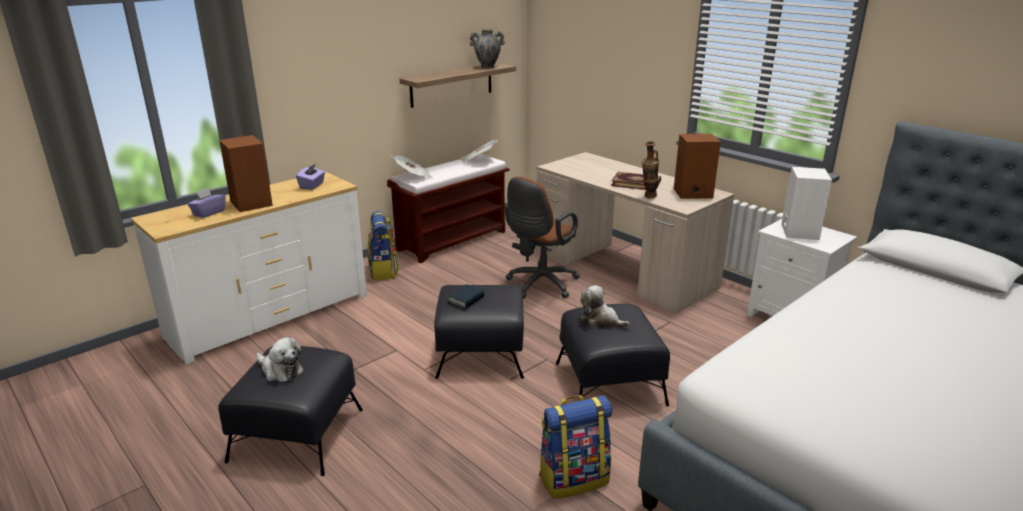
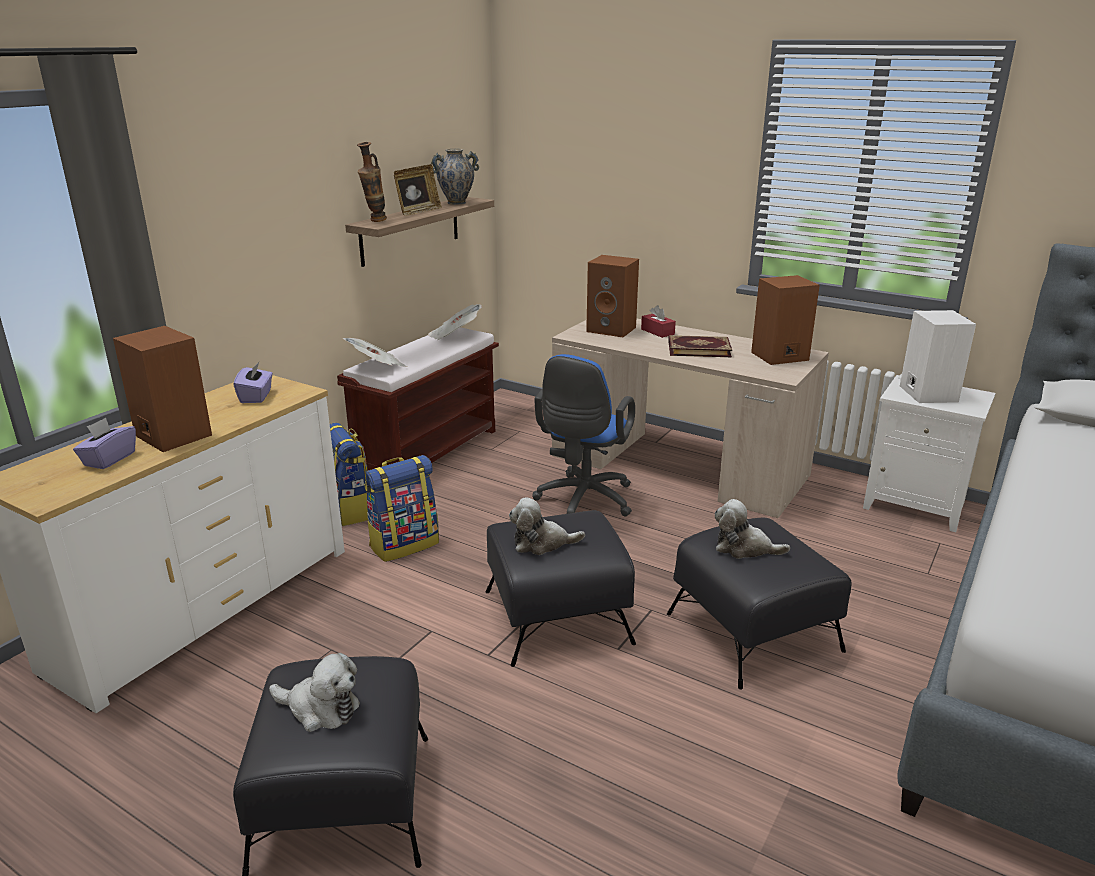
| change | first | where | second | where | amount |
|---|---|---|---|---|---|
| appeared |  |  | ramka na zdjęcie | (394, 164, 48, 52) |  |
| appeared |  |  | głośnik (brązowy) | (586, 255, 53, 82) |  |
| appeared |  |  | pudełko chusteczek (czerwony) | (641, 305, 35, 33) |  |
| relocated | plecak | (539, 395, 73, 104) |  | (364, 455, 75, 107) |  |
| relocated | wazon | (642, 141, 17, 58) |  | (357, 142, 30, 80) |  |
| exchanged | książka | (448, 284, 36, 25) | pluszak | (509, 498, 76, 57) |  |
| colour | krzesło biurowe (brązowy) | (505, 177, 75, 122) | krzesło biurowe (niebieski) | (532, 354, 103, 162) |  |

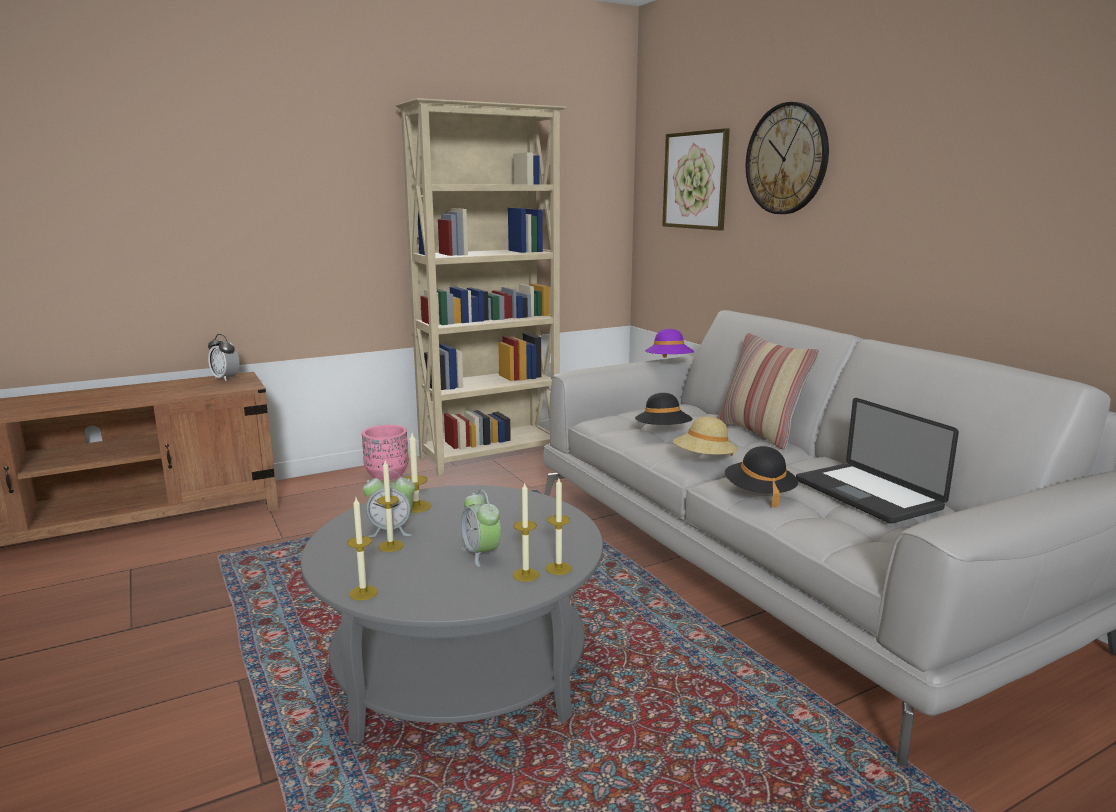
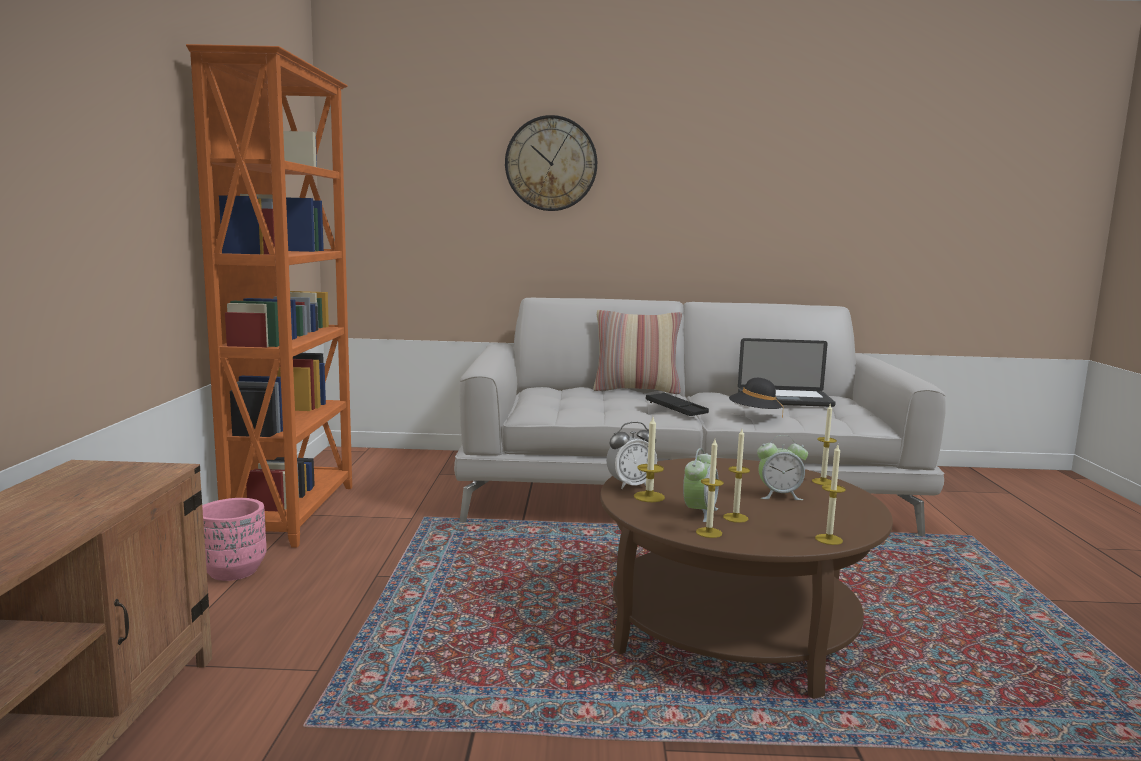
| change | first | where | second | where | amount |
|---|---|---|---|---|---|
| missing | kapelusz (czarny) | (635, 393, 57, 32) |  |  |  |
| missing | kapelusz (fioletowy) | (645, 329, 49, 29) |  |  |  |
| missing | obraz | (662, 128, 68, 102) |  |  |  |
| relocated | budzik | (208, 334, 32, 47) |  | (606, 422, 51, 67) |  |
| relocated | świeca | (513, 482, 26, 100) |  | (696, 439, 28, 99) |  |
| exchanged | kapelusz (beżowy) | (673, 416, 65, 40) | taca (czarny) | (646, 392, 63, 24) |  |
| colour | ława (szary) | (301, 485, 302, 259) | ława (brązowy) | (600, 458, 293, 241) |  |
| colour | regał (beżowy) | (395, 98, 172, 378) | regał (pomarańczowy) | (186, 44, 166, 504) |  |

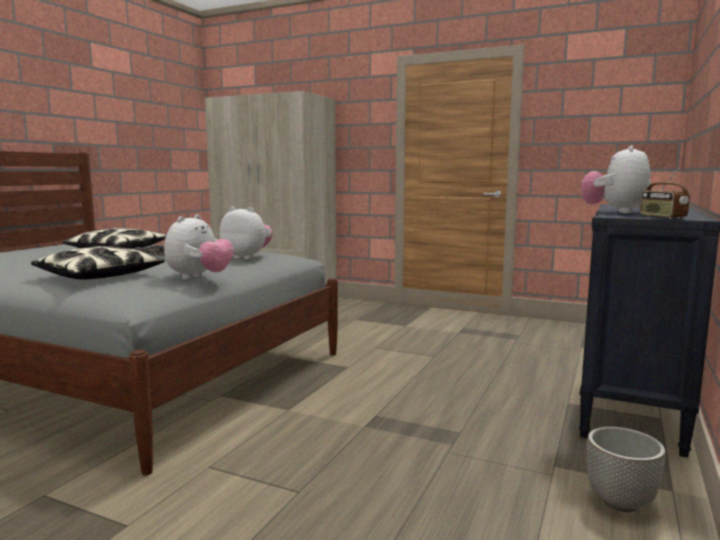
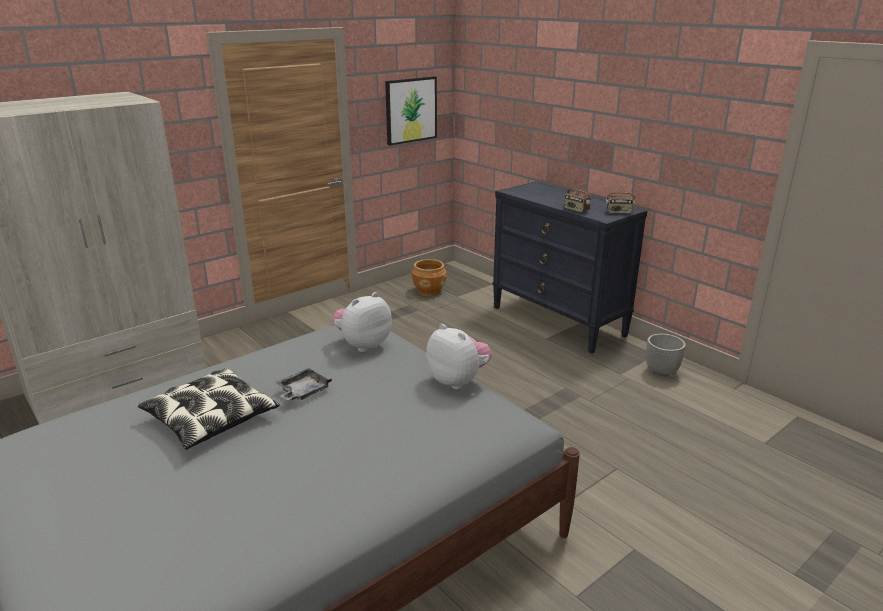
| change | first | where | second | where | amount |
|---|---|---|---|---|---|
| missing | poduszka | (31, 246, 134, 34) |  |  |  |
| appeared |  |  | obraz | (385, 76, 52, 70) |  |
| appeared |  |  | donica (brązowy) | (411, 259, 36, 37) |  |
| exchanged | pluszak | (581, 145, 70, 69) | radio | (564, 182, 27, 30) |  |

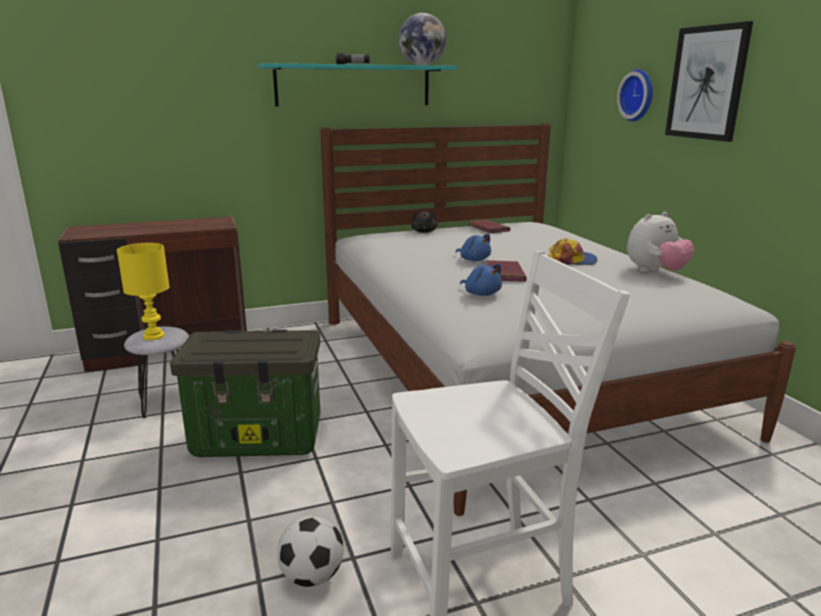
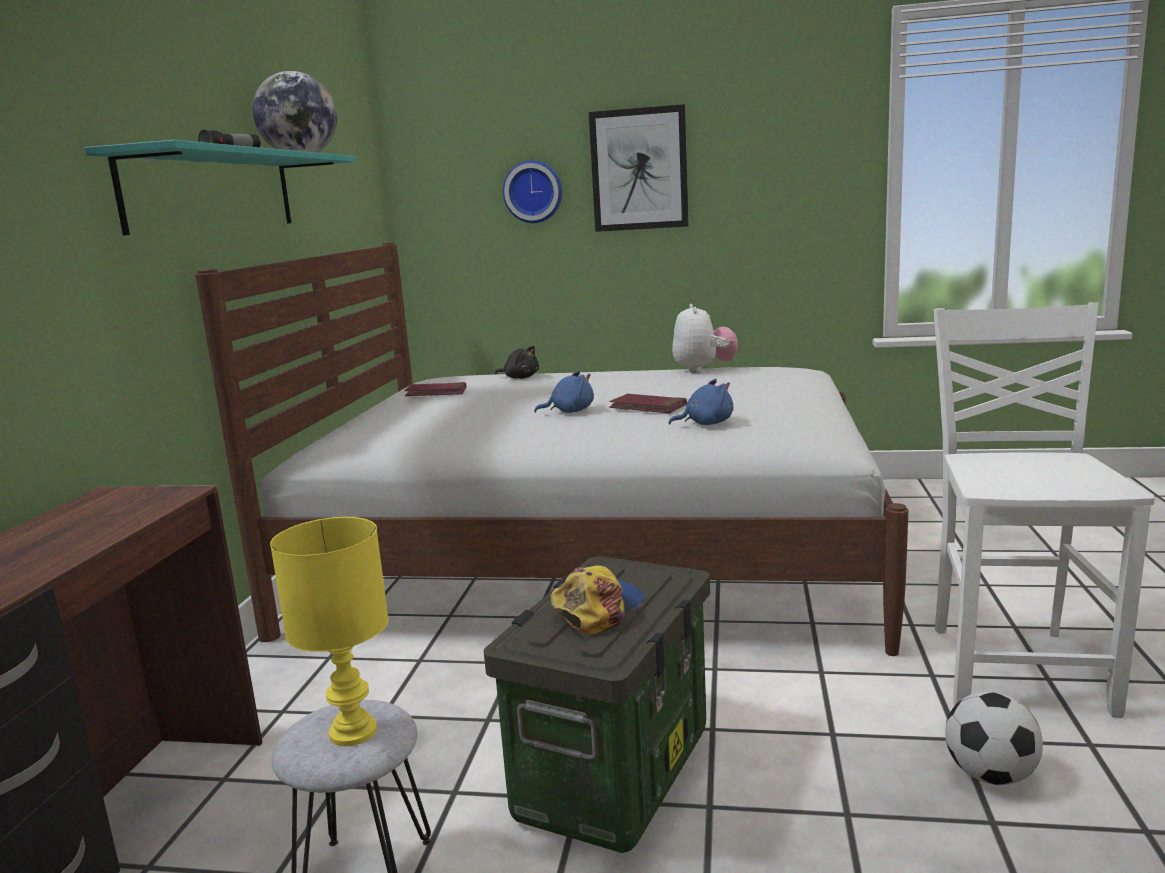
| change | first | where | second | where | amount |
|---|---|---|---|---|---|
| relocated | pluszak (czarny) | (411, 211, 27, 22) |  | (495, 346, 44, 33) |  |
| relocated | czapka z daszkiem | (548, 238, 50, 27) |  | (550, 565, 95, 70) |  |

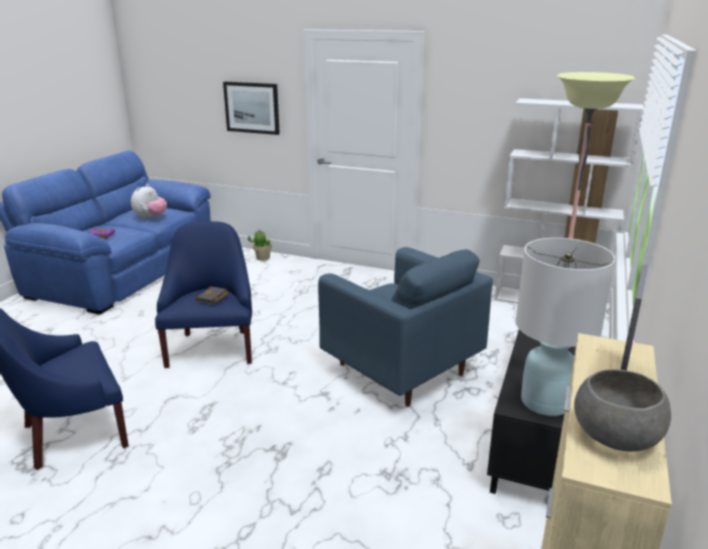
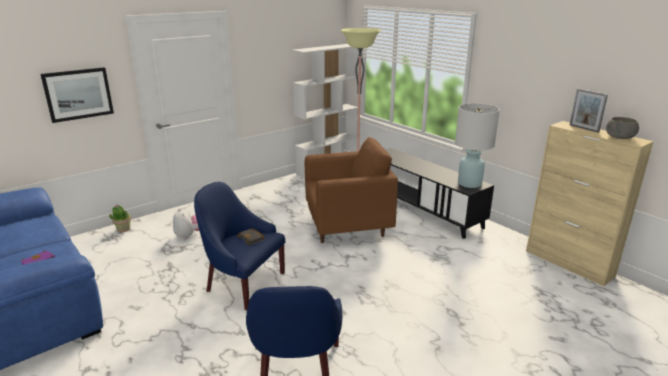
| change | first | where | second | where | amount |
|---|---|---|---|---|---|
| relocated | pluszak | (131, 184, 36, 35) |  | (173, 209, 26, 31) |  |
| colour | fotel (niebieski) | (318, 247, 175, 160) | fotel (brązowy) | (305, 137, 93, 106) |  |

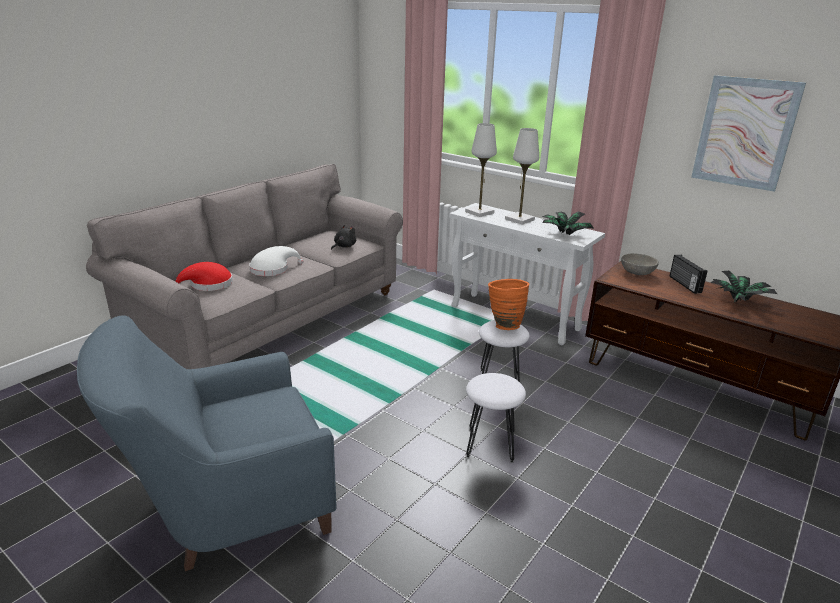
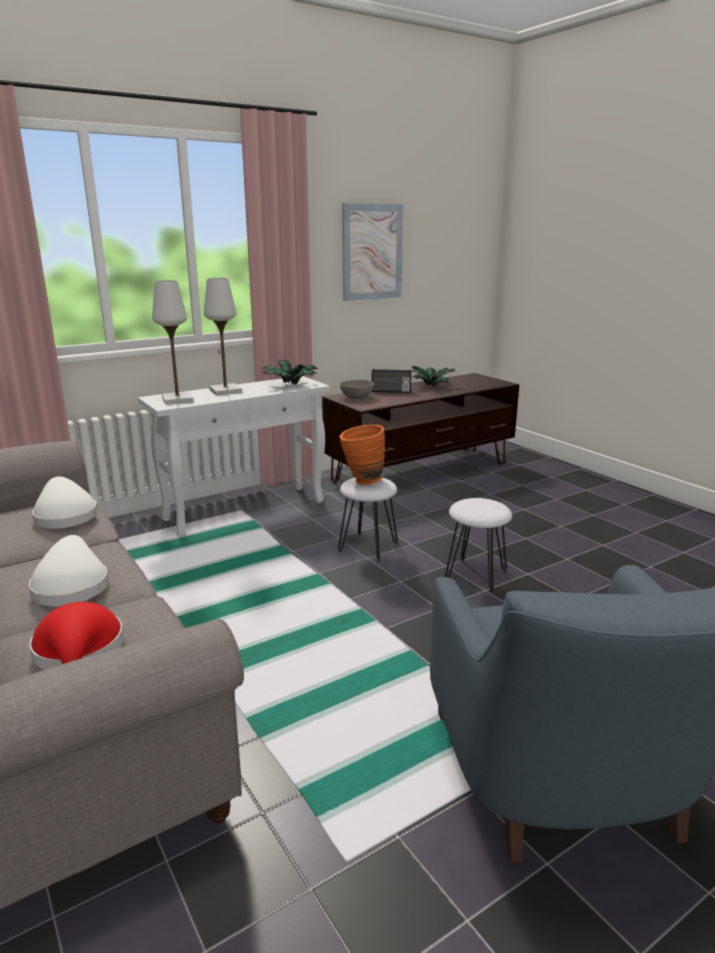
| change | first | where | second | where | amount |
|---|---|---|---|---|---|
| exchanged | pluszak (czarny) | (331, 225, 25, 25) | kapelusz (biały) | (32, 476, 66, 52) |  |

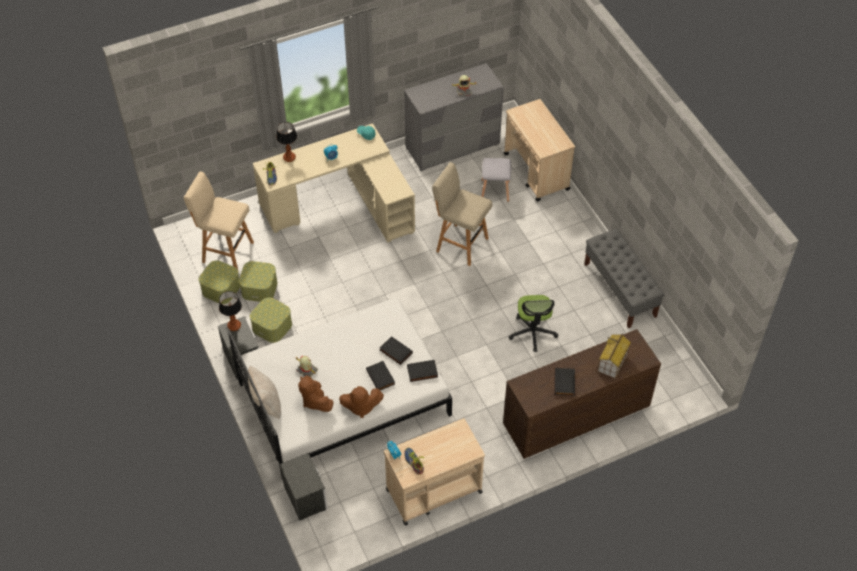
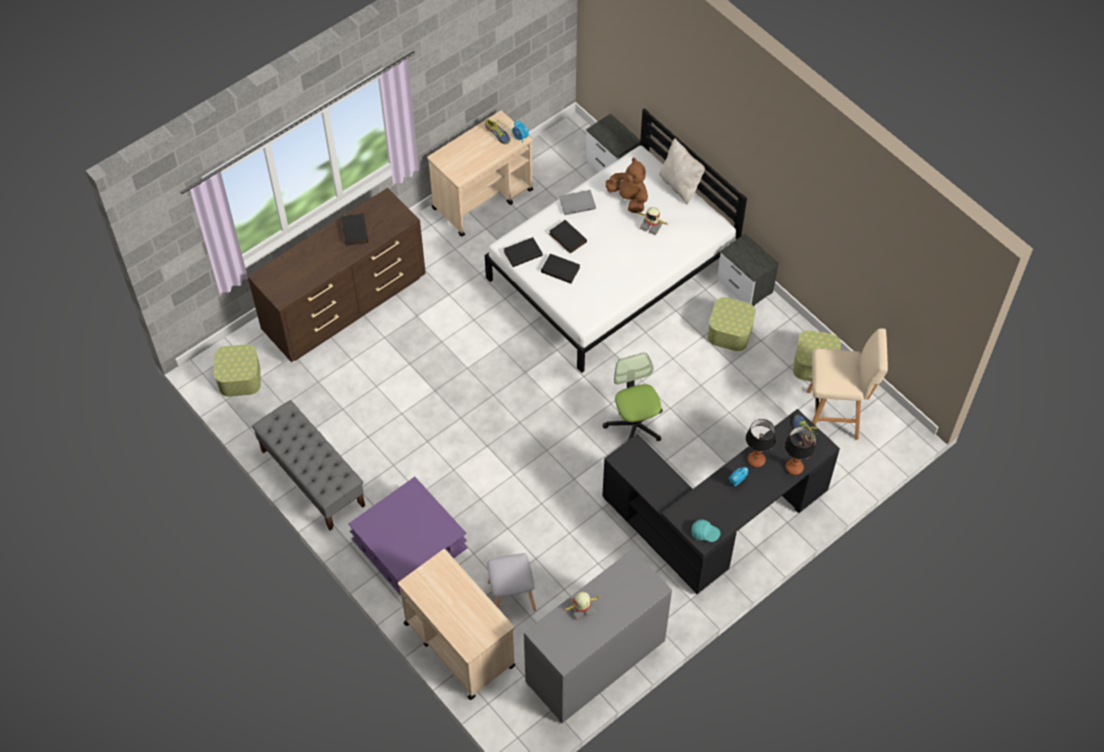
| change | first | where | second | where | amount |
|---|---|---|---|---|---|
| missing | stołek (beżowy) | (432, 162, 60, 104) |  |  |  |
| missing | domek | (598, 334, 33, 45) |  |  |  |
| appeared |  |  | ława (fioletowy) | (348, 477, 120, 118) |  |
| relocated | lampa stołowa | (219, 291, 23, 40) |  | (746, 419, 30, 48) |  |
| relocated | pojemnik do przechowywania | (239, 261, 38, 41) |  | (214, 344, 47, 53) |  |
| relocated | krzesło biurowe | (509, 295, 49, 57) |  | (603, 353, 60, 88) |  |
| exchanged | pluszak (brązowy) | (339, 386, 45, 32) | książka (szary) | (559, 190, 37, 25) |  |
| colour | biurko (beżowy) | (253, 123, 162, 120) | biurko (czarny) | (602, 409, 238, 185) |  |

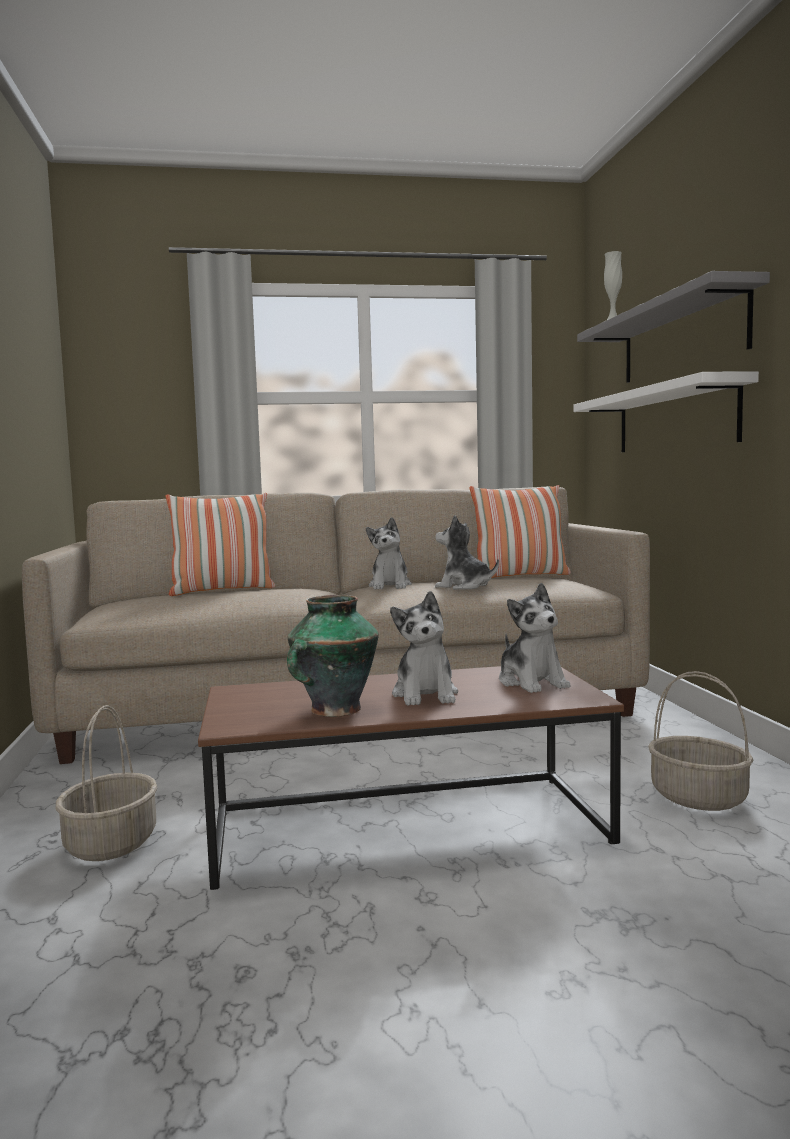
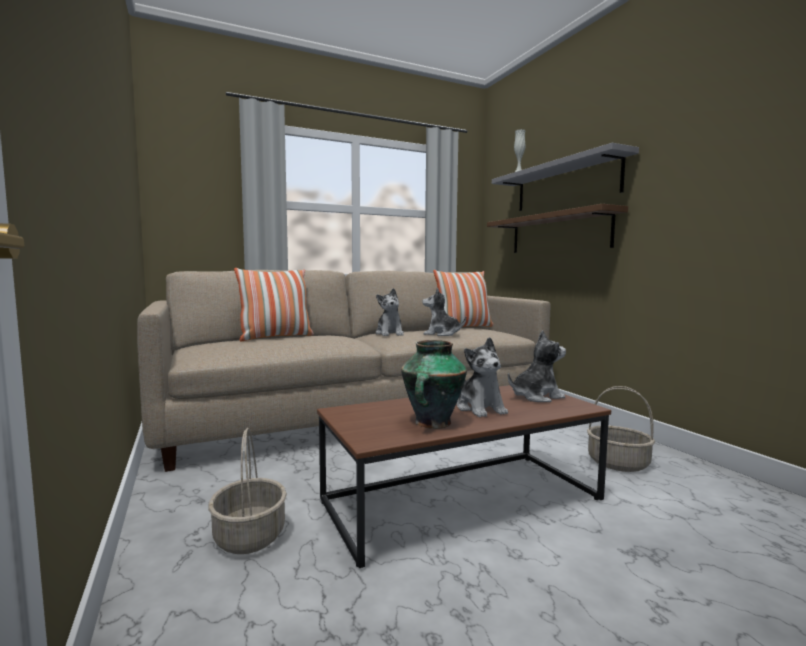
| change | first | where | second | where | amount |
|---|---|---|---|---|---|
| colour | półka (biały) | (573, 371, 186, 81) | półka (brązowy) | (487, 204, 141, 49) |  |
| spun | pluszak | (499, 583, 71, 110) |  | (508, 330, 58, 72) | 75 degrees counterclockwise |

